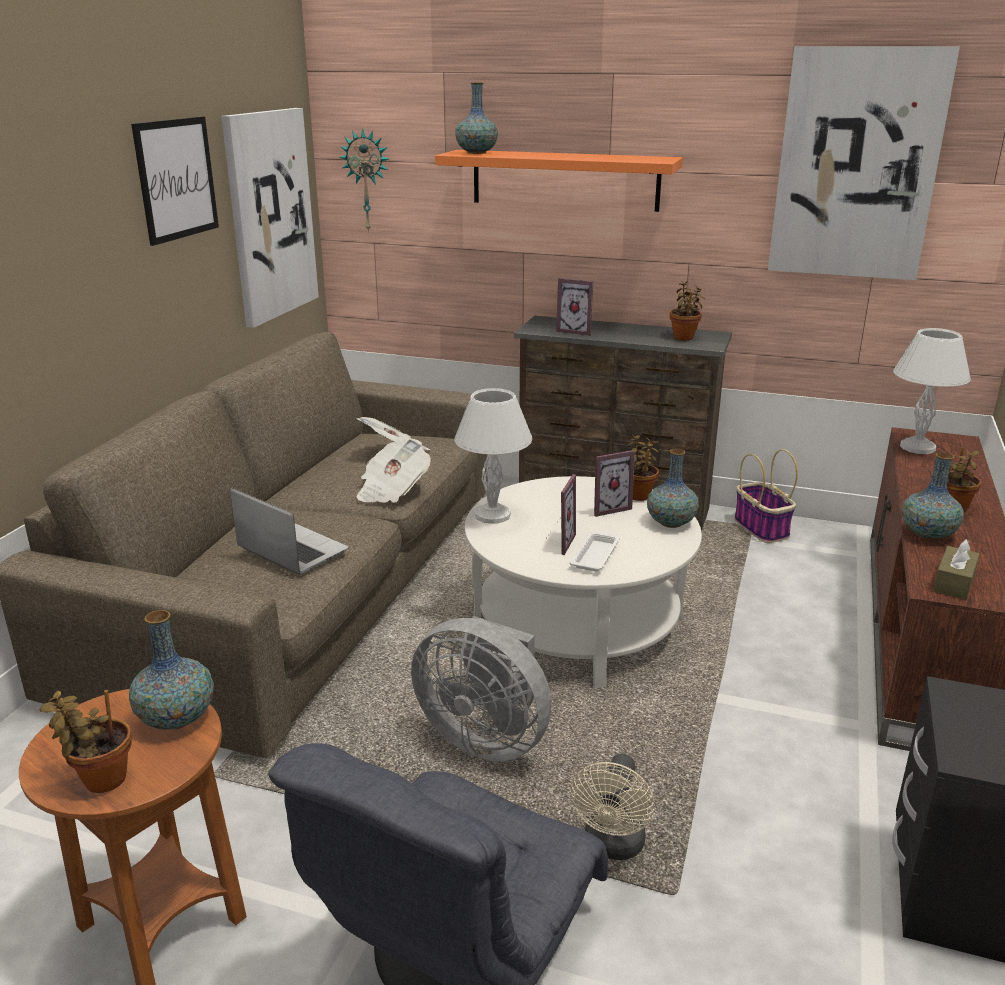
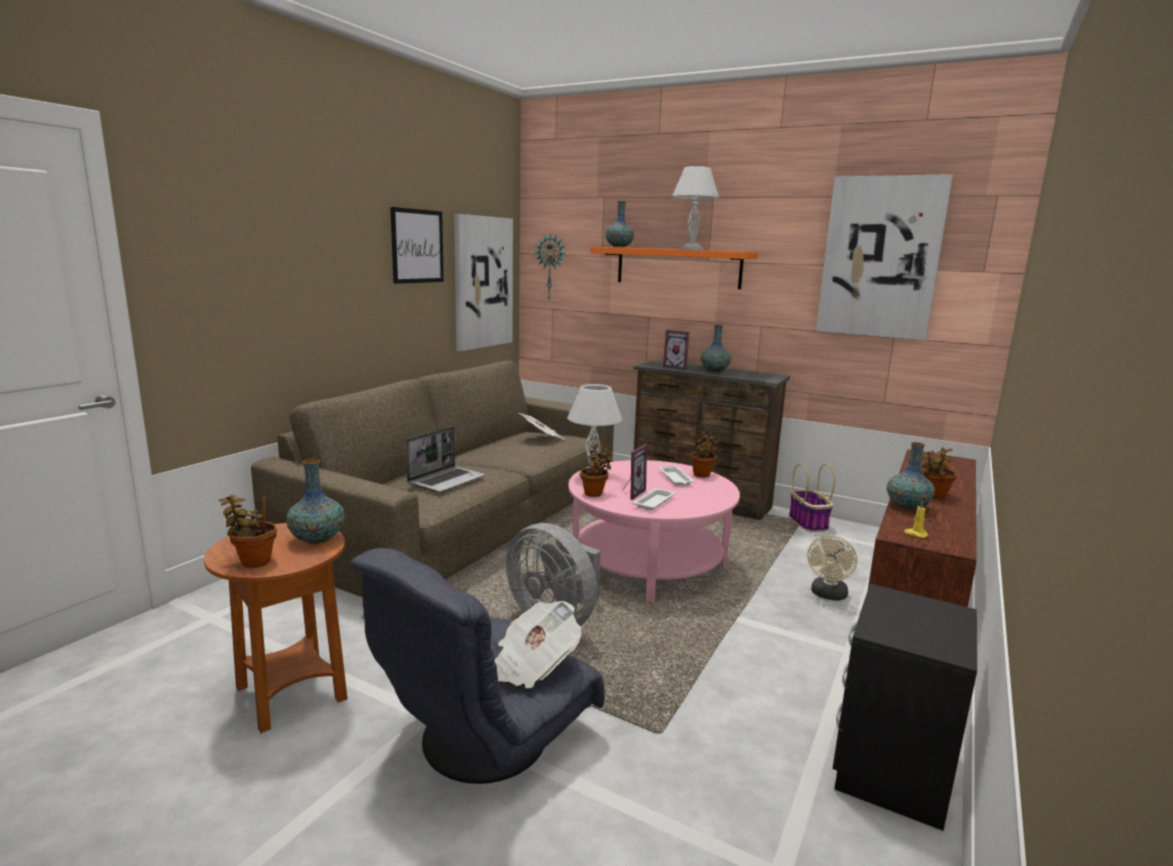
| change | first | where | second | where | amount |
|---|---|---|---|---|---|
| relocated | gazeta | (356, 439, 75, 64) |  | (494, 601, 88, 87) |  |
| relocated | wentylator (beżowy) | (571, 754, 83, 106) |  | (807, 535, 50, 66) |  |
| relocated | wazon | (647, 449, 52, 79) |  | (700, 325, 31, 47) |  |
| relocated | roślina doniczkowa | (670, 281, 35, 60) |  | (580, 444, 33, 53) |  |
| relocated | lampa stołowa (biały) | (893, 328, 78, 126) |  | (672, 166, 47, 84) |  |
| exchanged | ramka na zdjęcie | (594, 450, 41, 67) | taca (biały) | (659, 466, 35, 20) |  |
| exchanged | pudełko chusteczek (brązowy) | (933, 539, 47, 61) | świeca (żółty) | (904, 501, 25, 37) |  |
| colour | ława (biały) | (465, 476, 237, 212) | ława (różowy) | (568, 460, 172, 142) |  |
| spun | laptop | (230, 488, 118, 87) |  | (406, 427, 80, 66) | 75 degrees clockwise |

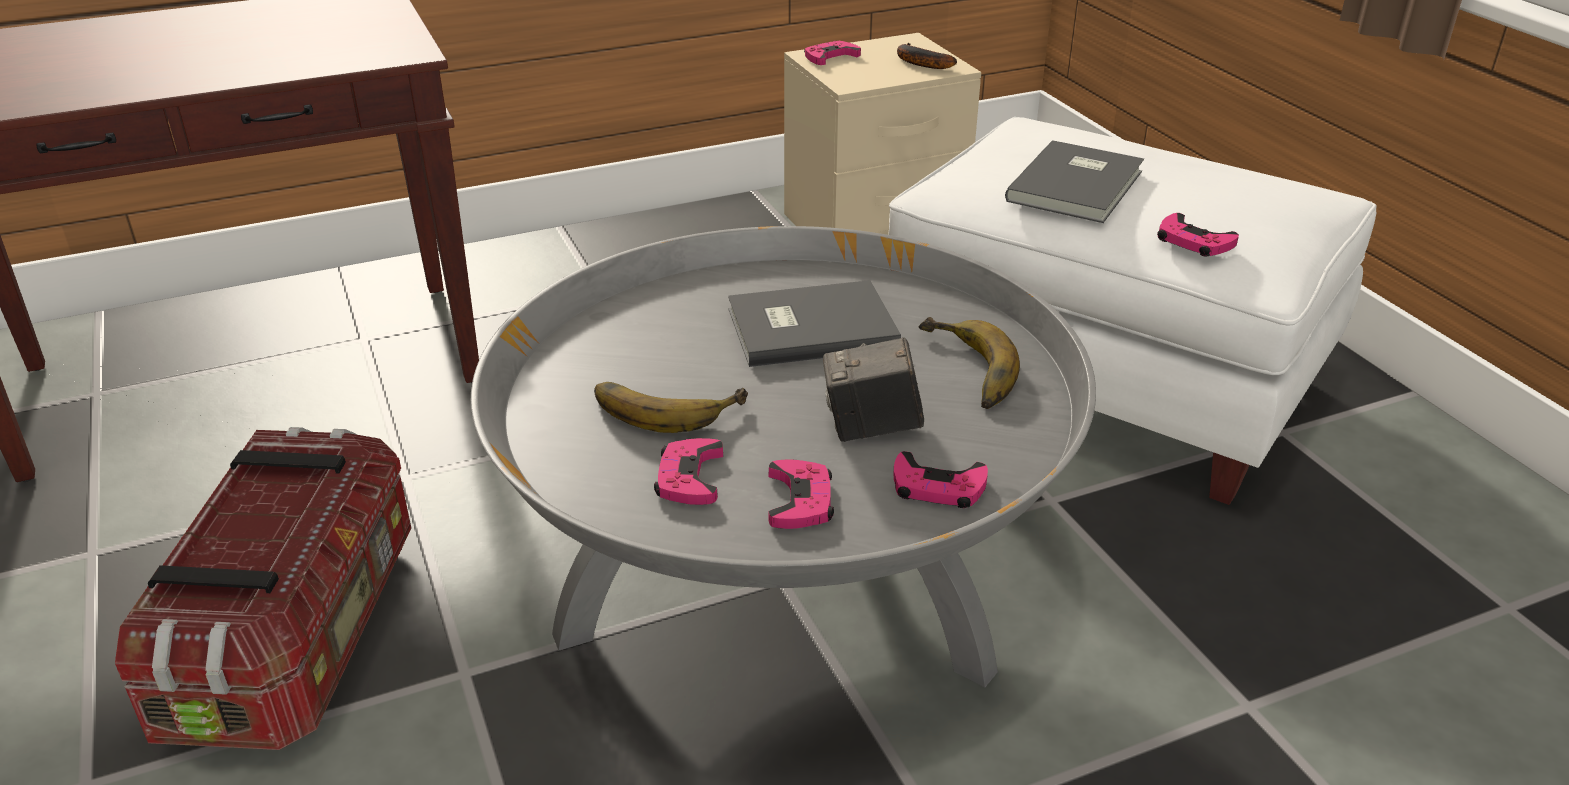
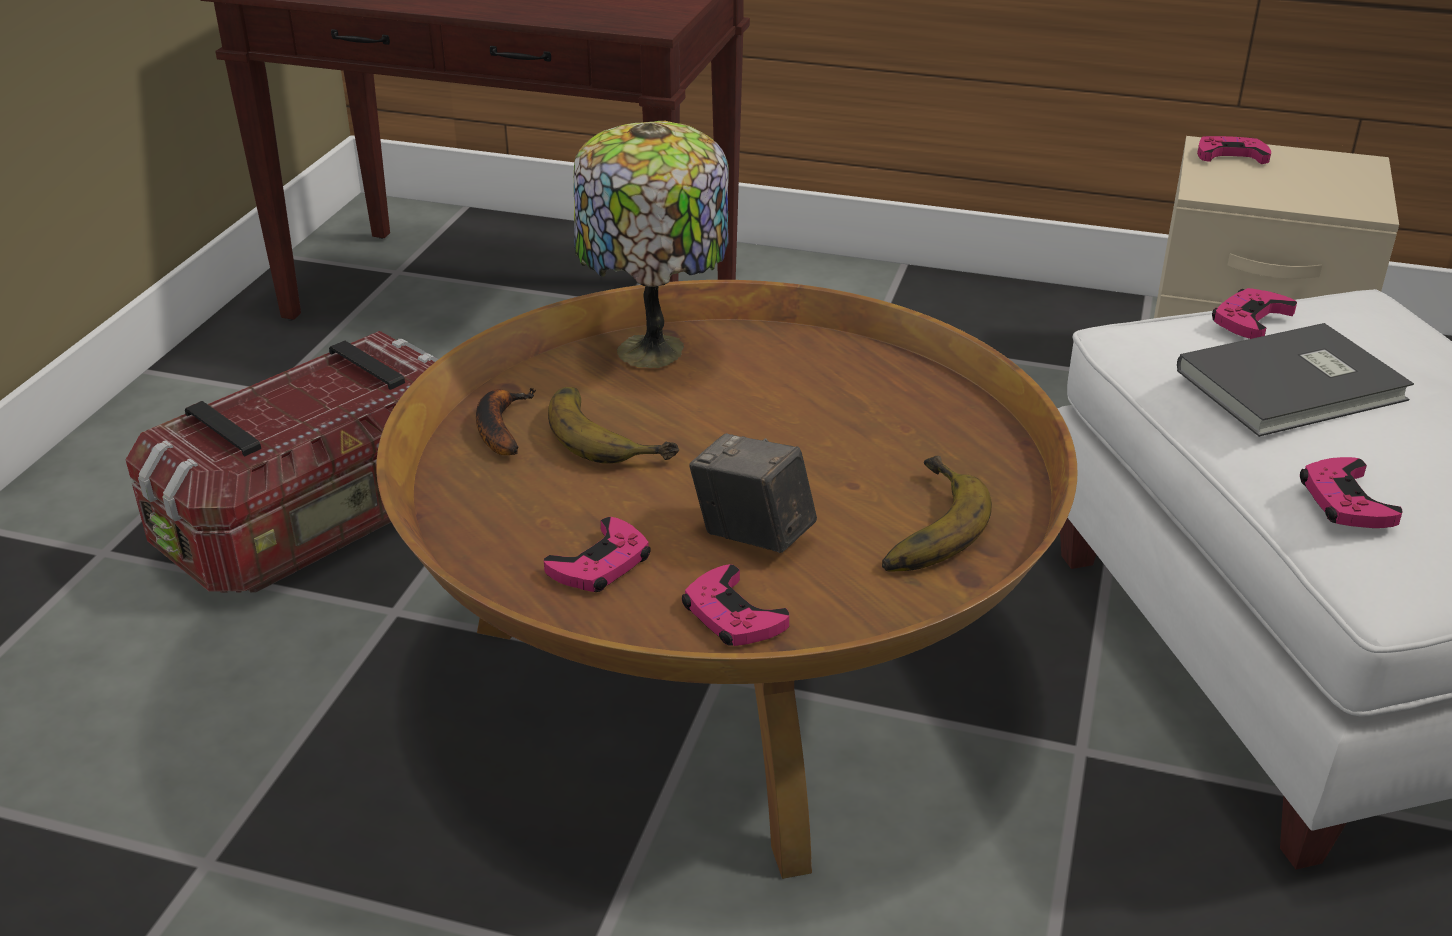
| change | first | where | second | where | amount |
|---|---|---|---|---|---|
| missing | książka (szary) | (728, 280, 173, 87) |  |  |  |
| appeared |  |  | lampa stołowa | (574, 121, 155, 247) |  |
| relocated | pad do gier (różowy) | (654, 438, 69, 67) |  | (1212, 288, 85, 51) |  |
| relocated | banan | (897, 42, 60, 27) |  | (476, 388, 60, 67) |  |
| colour | ława (szary) | (471, 226, 625, 461) | ława (brązowy) | (376, 280, 701, 599) |  |

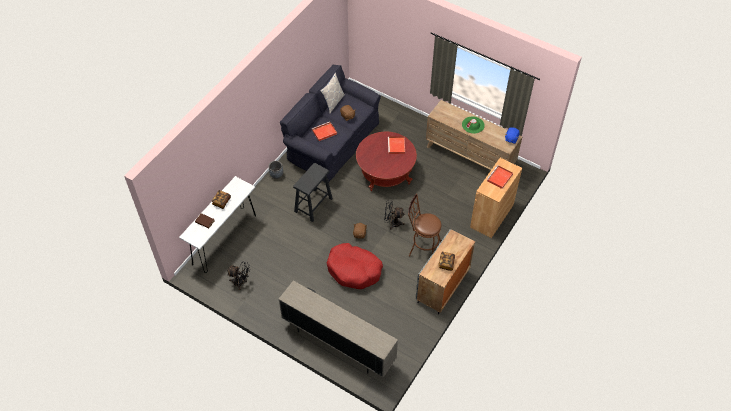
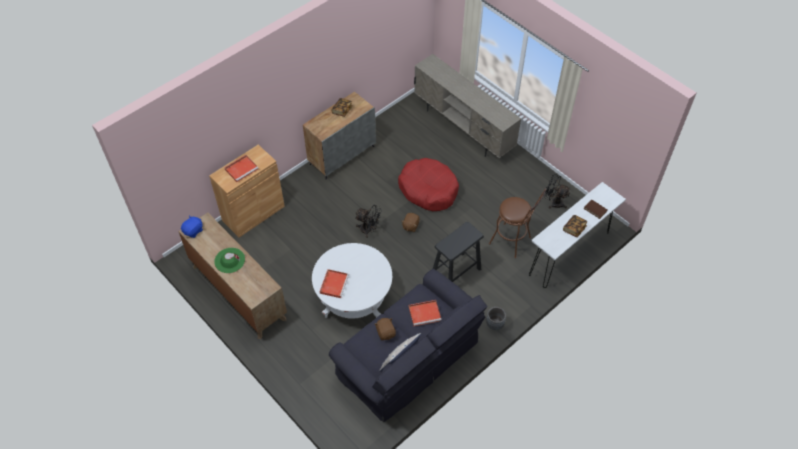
| change | first | where | second | where | amount |
|---|---|---|---|---|---|
| relocated | stołek (brązowy) | (408, 193, 33, 63) |  | (489, 188, 57, 70) |  |
| colour | ława (czerwony) | (356, 132, 61, 59) | ława (biały) | (312, 243, 80, 76) |  |

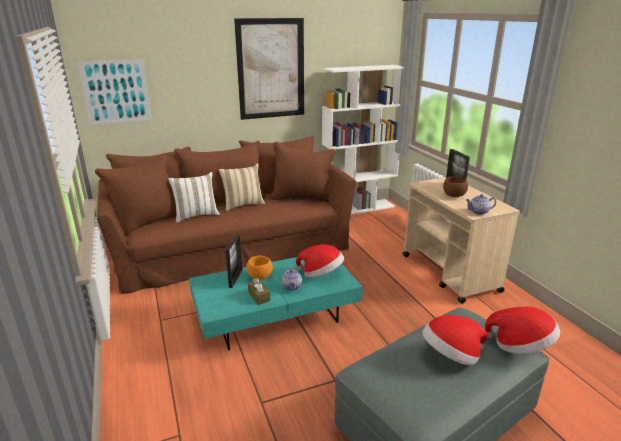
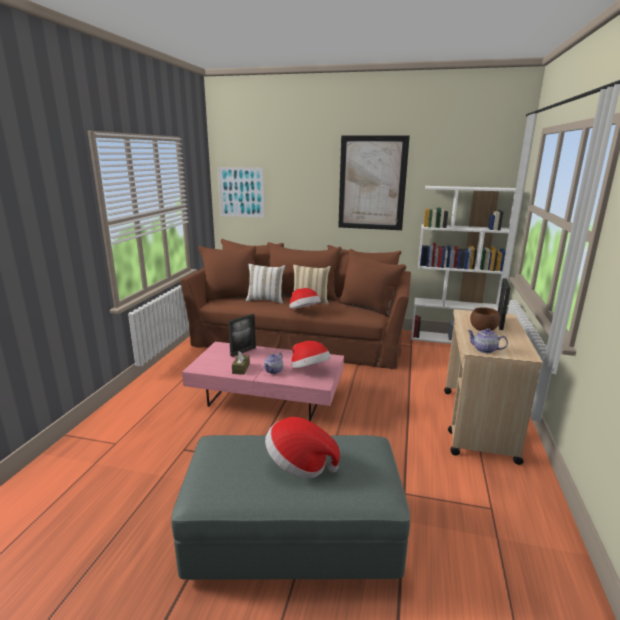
| change | first | where | second | where | amount |
|---|---|---|---|---|---|
| missing | miska (pomarańczowy) | (246, 256, 27, 24) |  |  |  |
| relocated | kapelusz | (485, 307, 75, 47) |  | (289, 288, 32, 21) |  |
| colour | ława (turkusowy) | (189, 257, 174, 94) | ława (różowy) | (182, 342, 162, 79) |  |

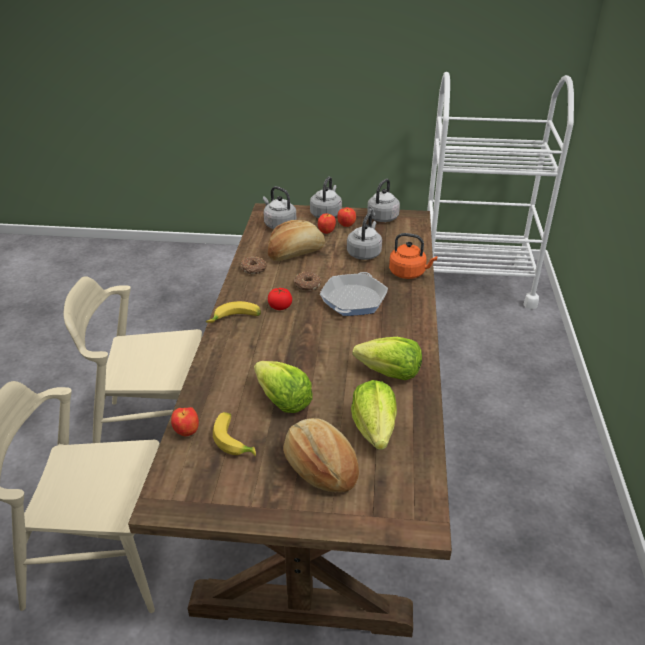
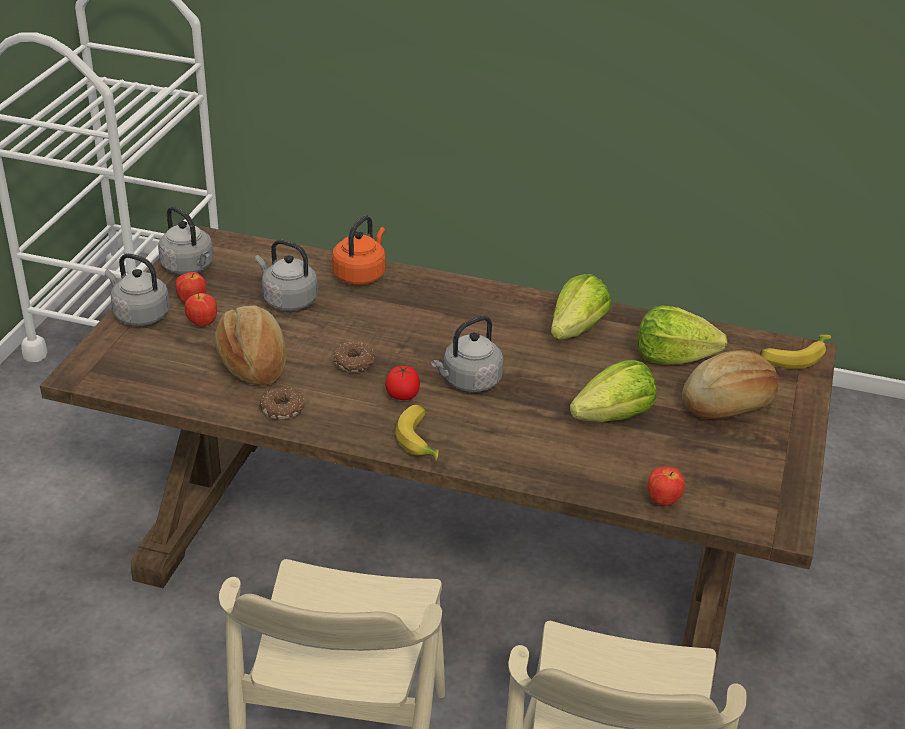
| change | first | where | second | where | amount |
|---|---|---|---|---|---|
| missing | patelnia | (320, 272, 68, 44) |  |  |  |
| relocated | banan | (213, 412, 43, 44) |  | (760, 335, 71, 34) |  |
| relocated | czajnik (szary) | (263, 186, 33, 43) |  | (431, 315, 72, 77) |  |

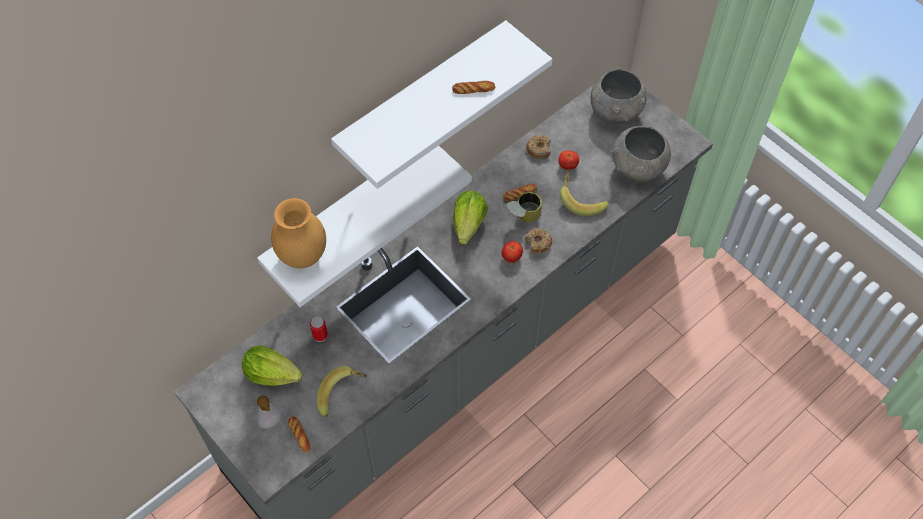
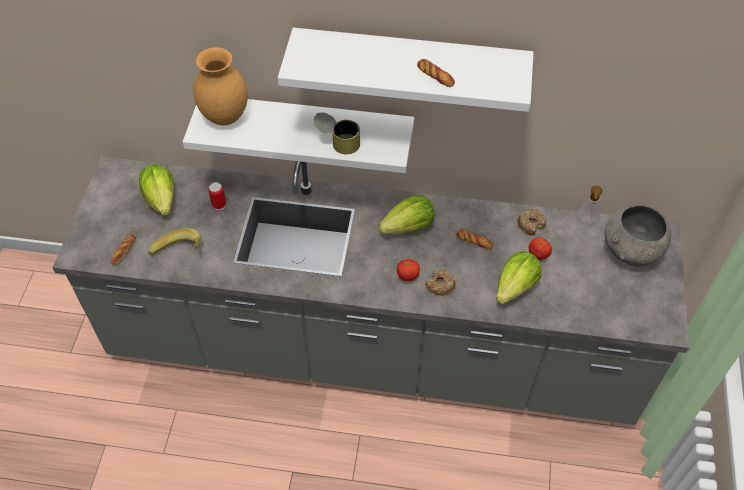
| change | first | where | second | where | amount |
|---|---|---|---|---|---|
| missing | miska (szary) | (612, 126, 59, 56) |  |  |  |
| relocated | dozownik mydła | (257, 396, 25, 33) |  | (576, 186, 27, 39) |  |
| relocated | puszka | (506, 192, 36, 30) |  | (314, 112, 46, 42) |  |
| exchanged | banan | (560, 170, 49, 46) | sałata | (496, 251, 45, 53) |  |

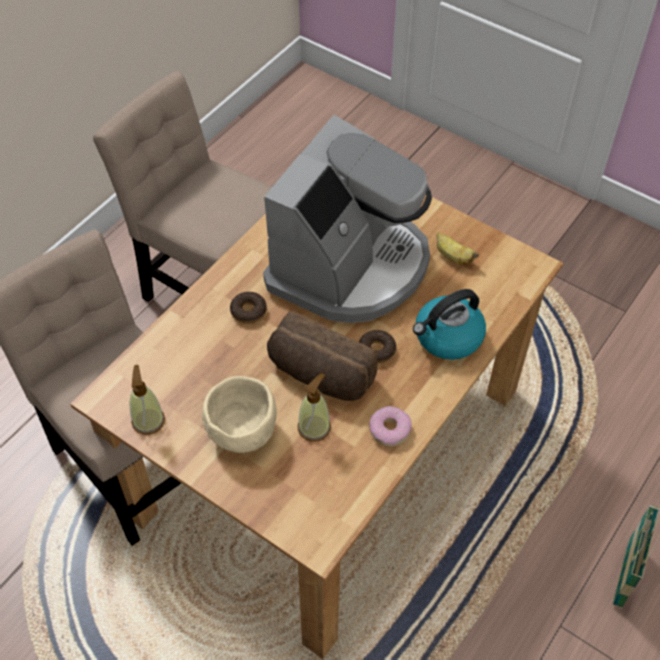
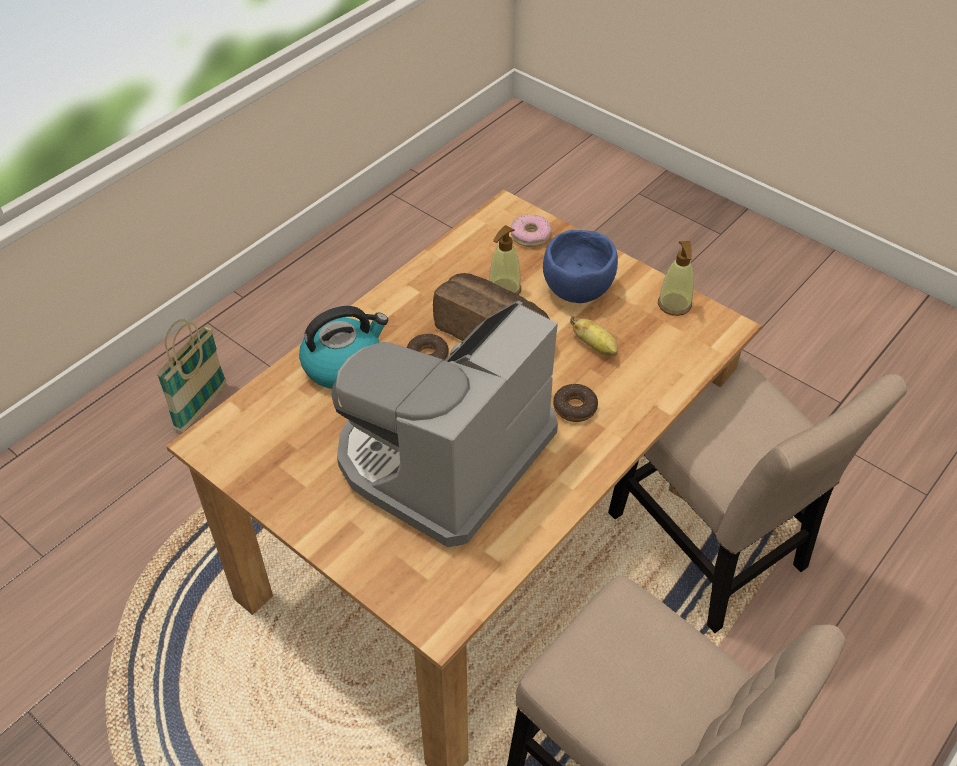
| change | first | where | second | where | amount |
|---|---|---|---|---|---|
| relocated | donut | (370, 406, 42, 41) |  | (511, 214, 40, 33) |  |
| relocated | banan | (437, 232, 42, 32) |  | (570, 316, 48, 40) |  |
| colour | miska (beżowy) | (202, 376, 75, 77) | miska (niebieski) | (543, 230, 75, 73) |  |

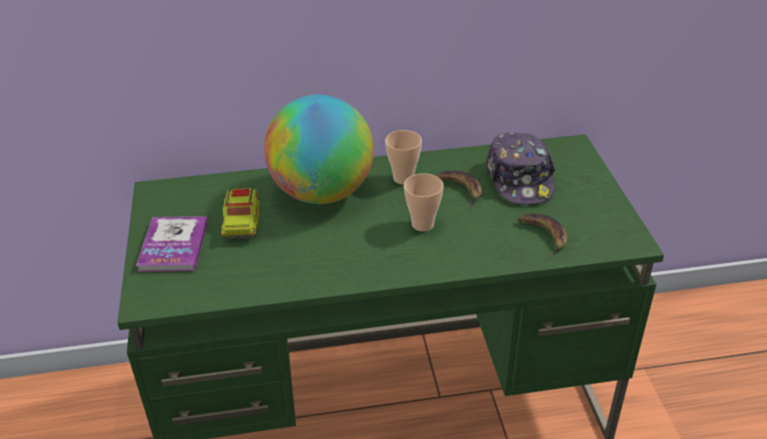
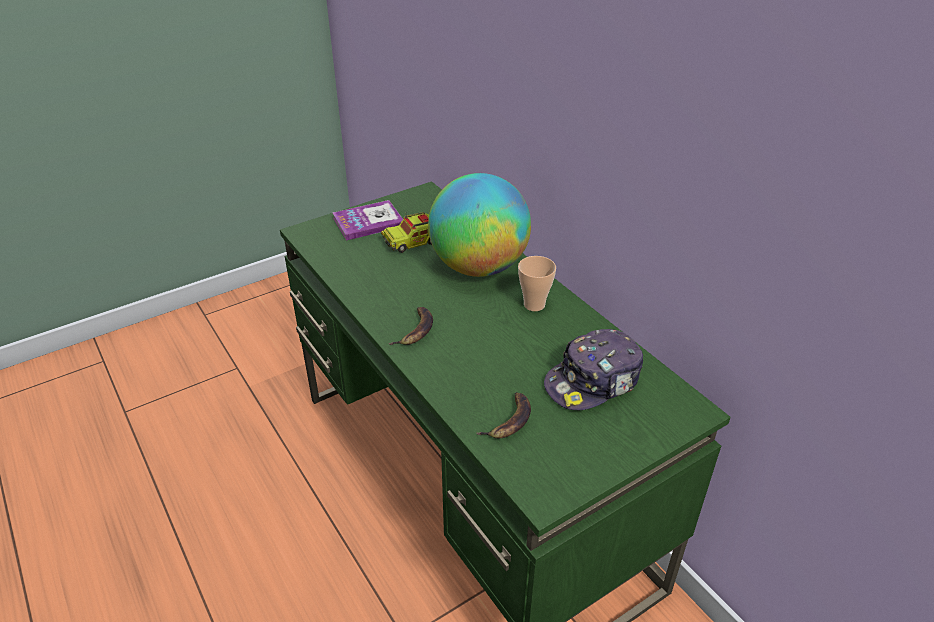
| change | first | where | second | where | amount |
|---|---|---|---|---|---|
| missing | filiżanka | (404, 173, 40, 59) |  |  |  |
| relocated | banan | (436, 170, 46, 37) |  | (388, 307, 45, 38) |  |

